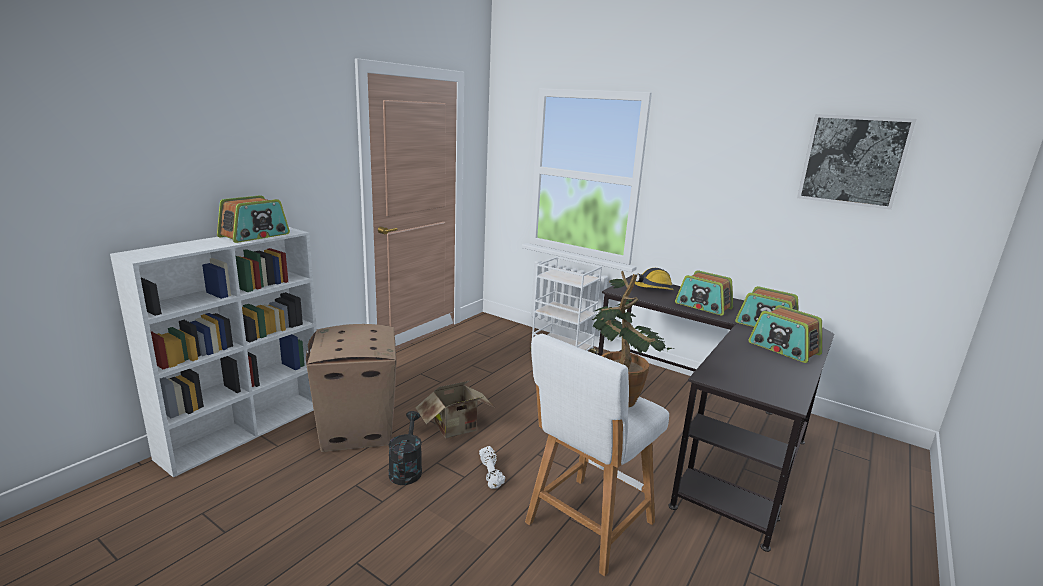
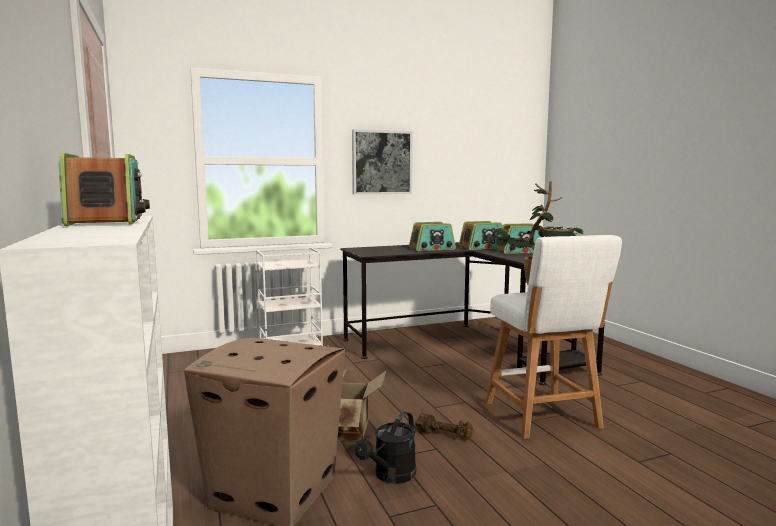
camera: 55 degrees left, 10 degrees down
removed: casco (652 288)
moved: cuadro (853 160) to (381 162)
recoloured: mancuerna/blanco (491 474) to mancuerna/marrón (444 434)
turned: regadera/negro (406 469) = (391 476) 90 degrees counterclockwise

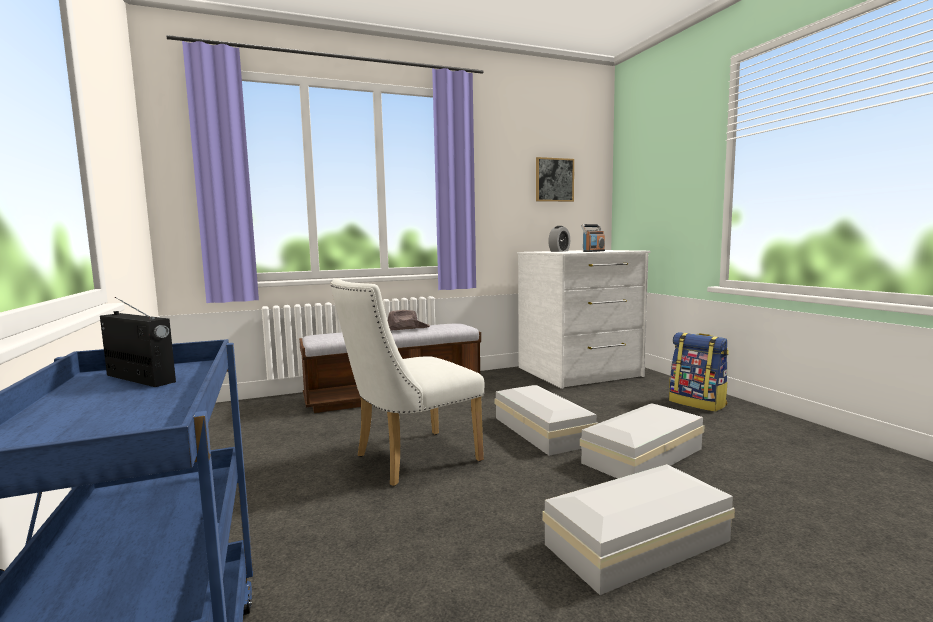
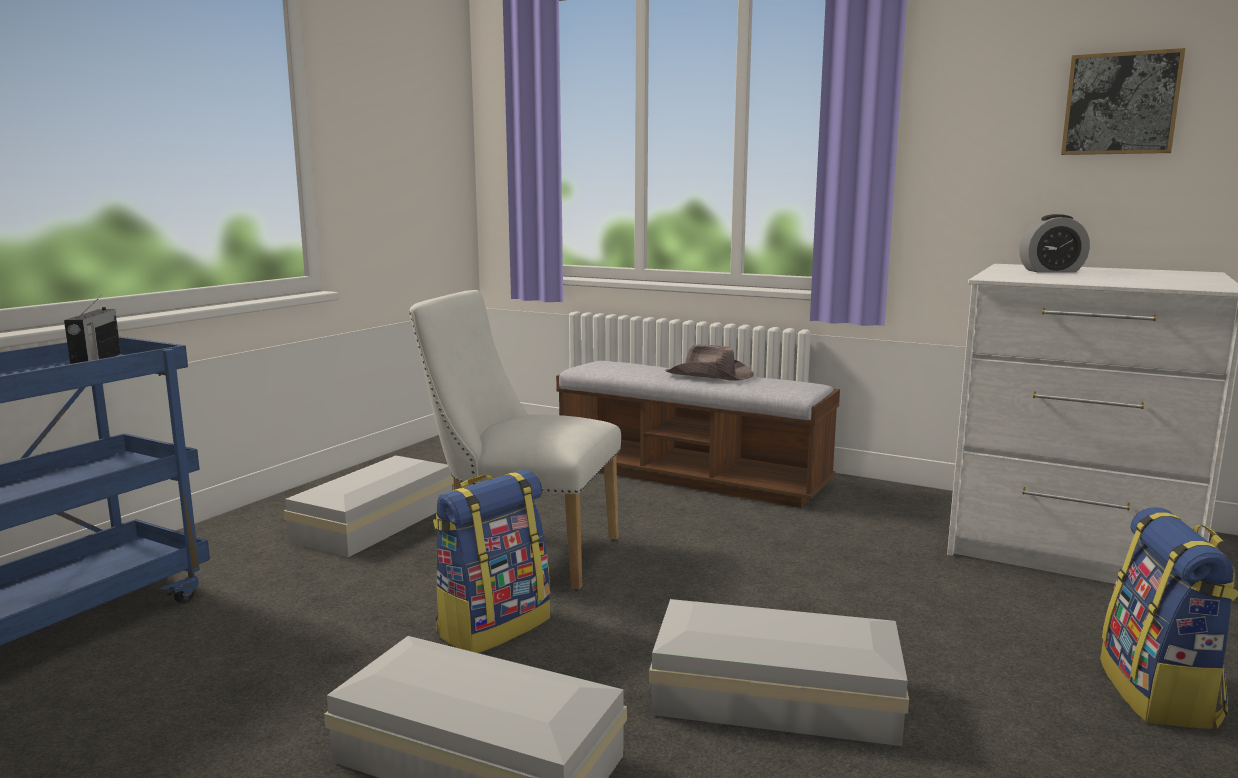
camera: 50 degrees right, 5 degrees up
removed: radio (593 251)
added: mochila (493 626)
moved: caja de almacenaje/blanco (542 430) to (378 521)

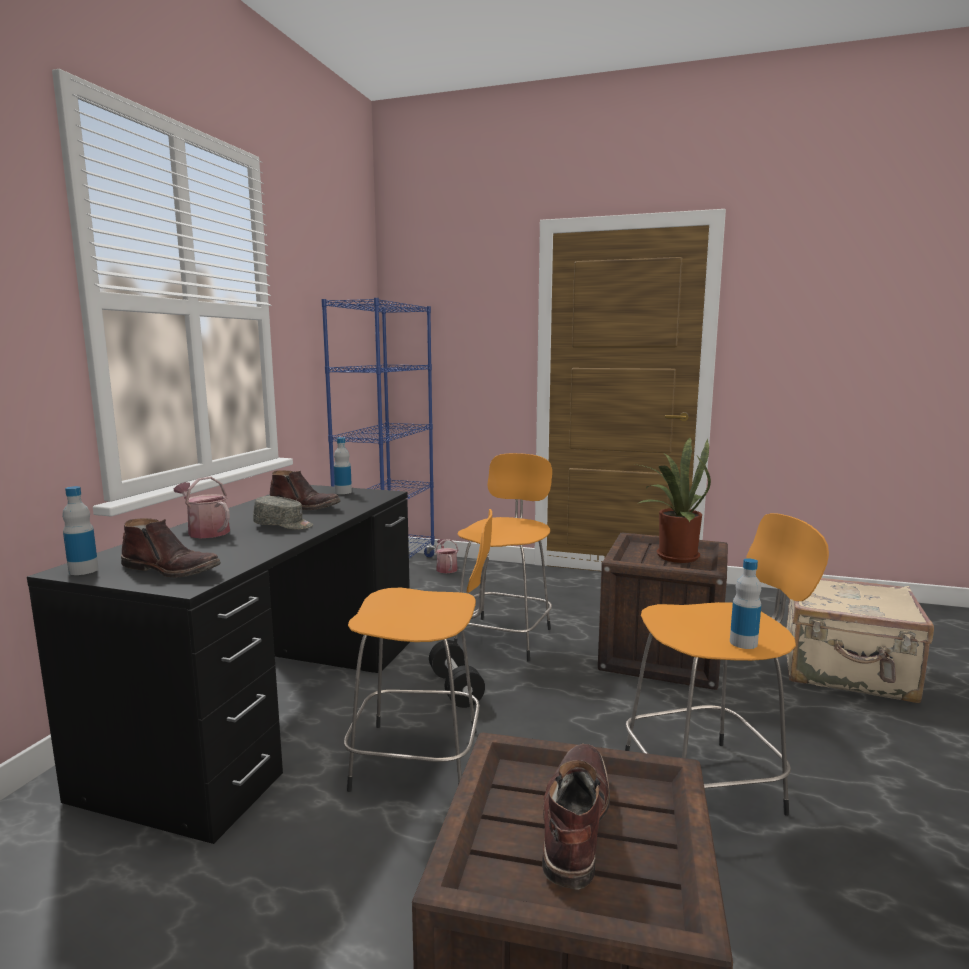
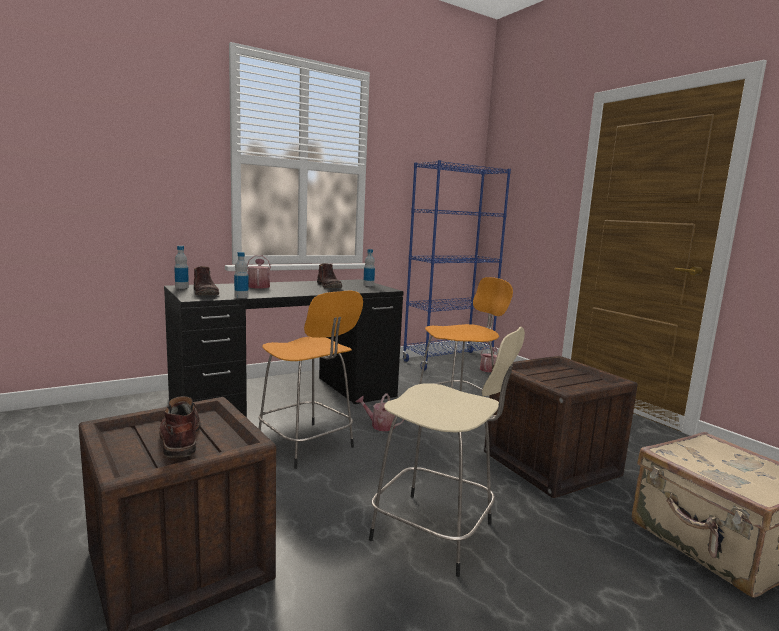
camera: 40 degrees right, 0 degrees up
removed: gorra/gris (284 525); planta en maceta (673 556)
moved: botella (743 643) to (241 296)
replaced: mancuerna/negro (455 688) to regadera (379 425)
recoloured: taburete/naranja (707 783) to taburete/beis (436 533)
turned: bota/marrón (574 821) = (180 436) 75 degrees counterclockwise

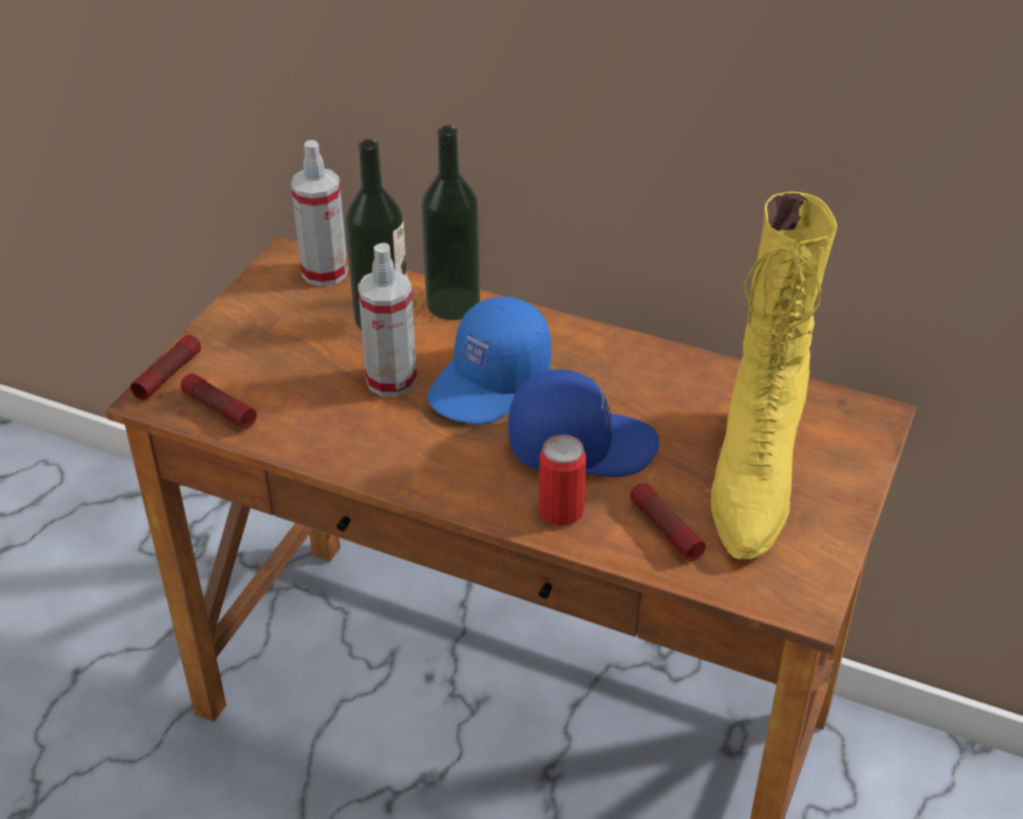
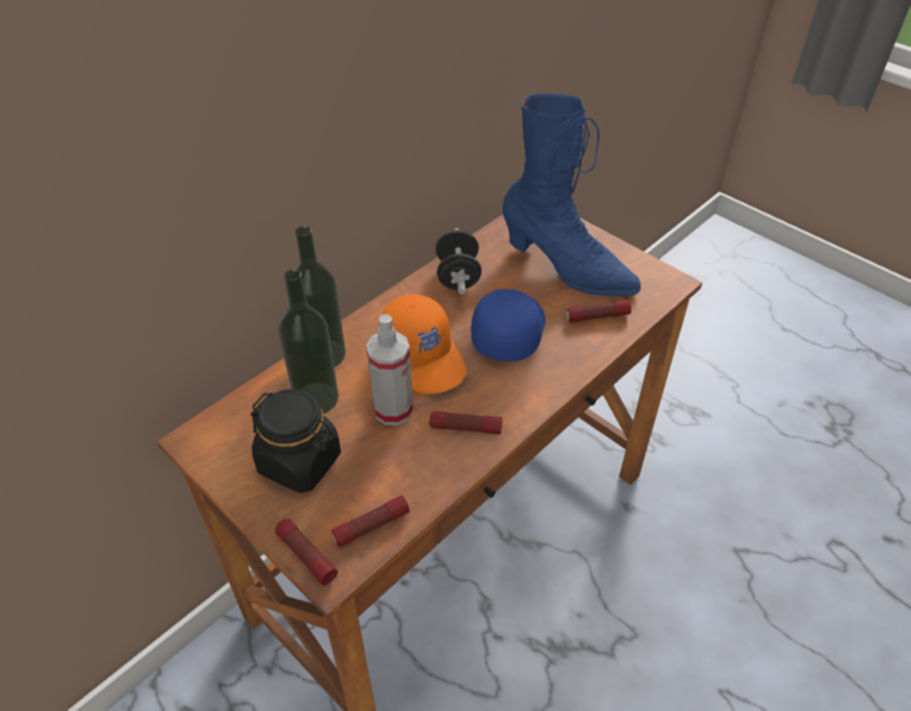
camera: 70 degrees left, 5 degrees up
removed: pulverizador (324 272); lata (561 511)
added: tarro/negro (300 462); linterna (465 428); mancuerna/negro (458 276)
recoloured: gorra/azul (491 383) to gorra/naranja (424 357); bota/amarillo (754 477) to bota/azul (567 269)

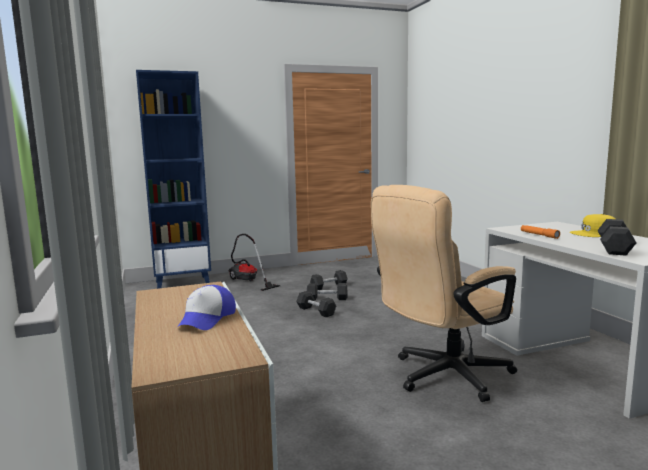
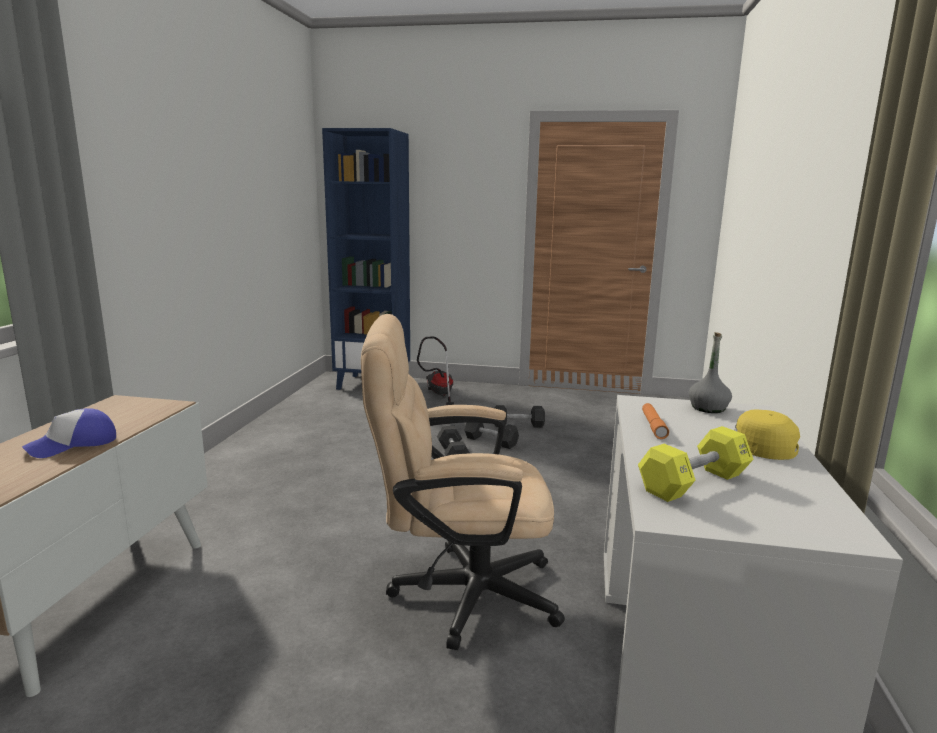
camera: 30 degrees right, 5 degrees up
added: botella/gris (708 408)
recoloured: mancuerna/negro (614 248) to mancuerna/amarillo (693 482)

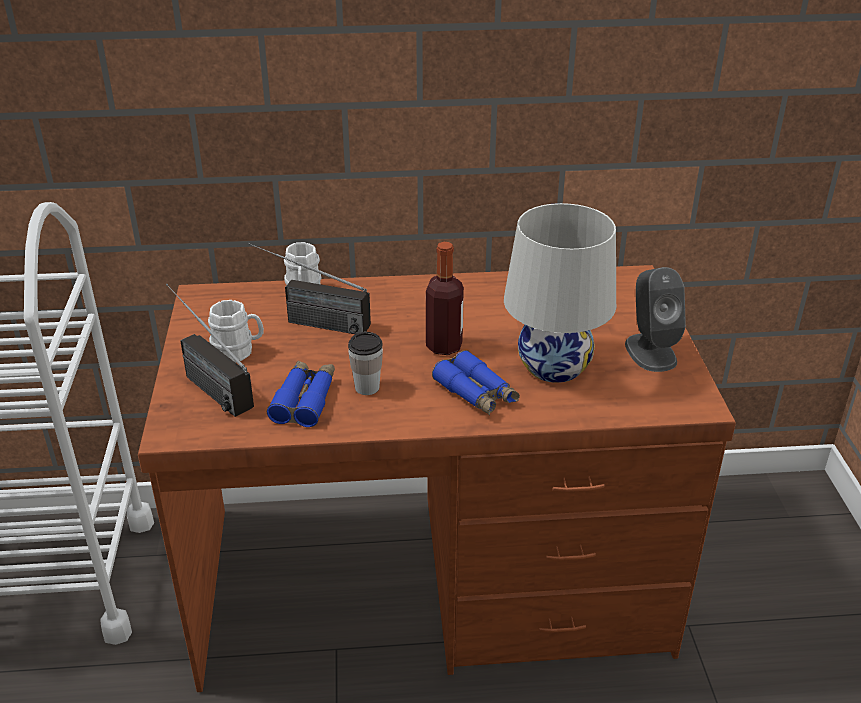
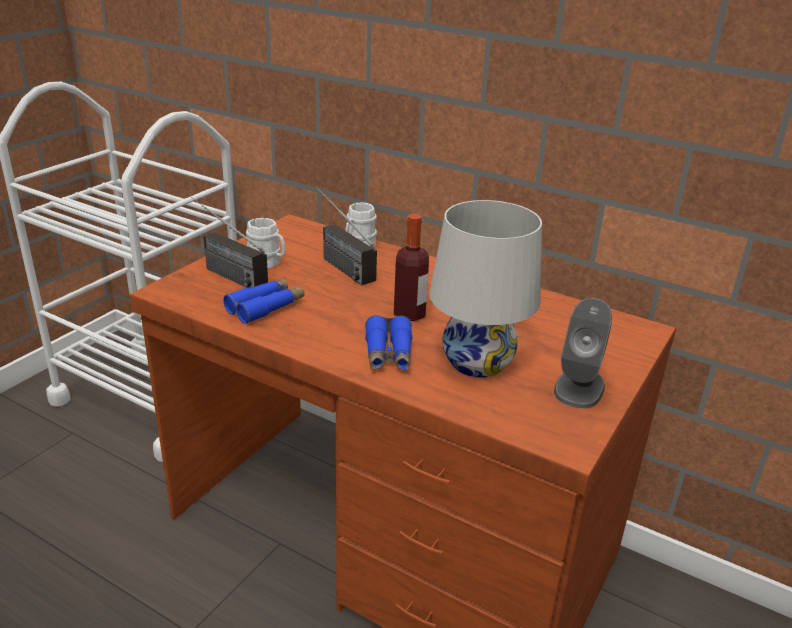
camera: 35 degrees right, 5 degrees down
removed: taza (367 387)
turned: radio (204 382) = (222 271) 45 degrees counterclockwise

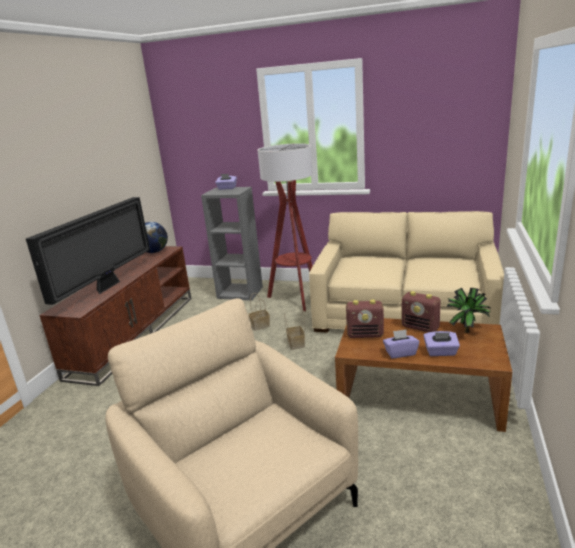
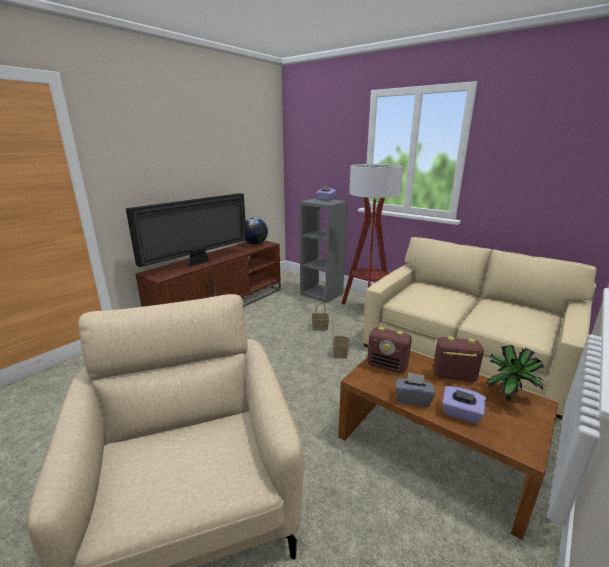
camera: 20 degrees right, 0 degrees up
recoloured: caja de pañuelos/morado (400 353) to caja de pañuelos/gris (412 399)
turned: radio (420 327) = (453 376) 135 degrees clockwise

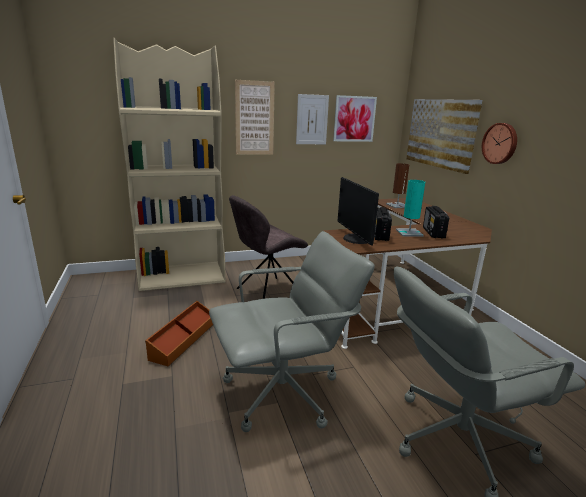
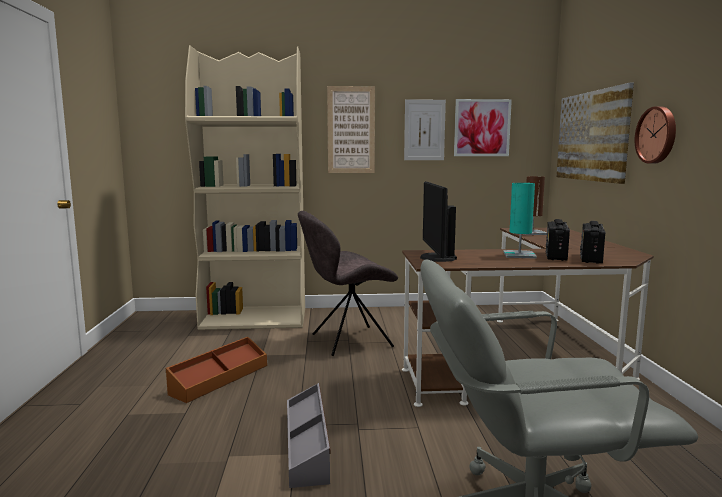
camera: 15 degrees right, 10 degrees down
moved: radio (380 235) to (590 259)
replaced: silla de oficina/gris (283 393) to caja de almacenaje/gris (308 444)

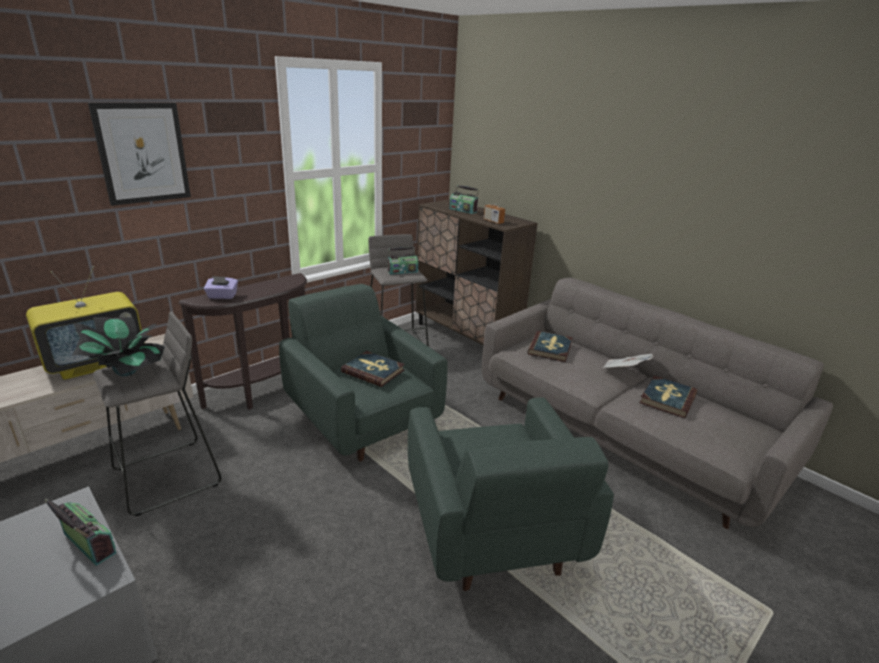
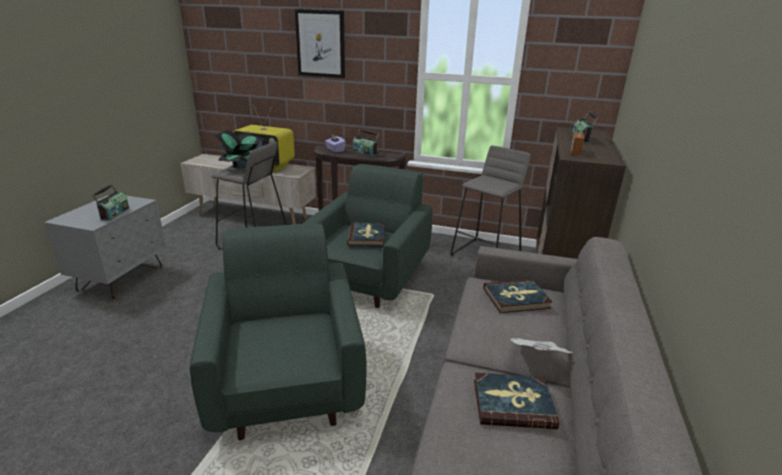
camera: 60 degrees right, 0 degrees up
moved: radio (402 271) to (365 153)
turned: sillón/verde (492 532) = (287 380) 120 degrees clockwise

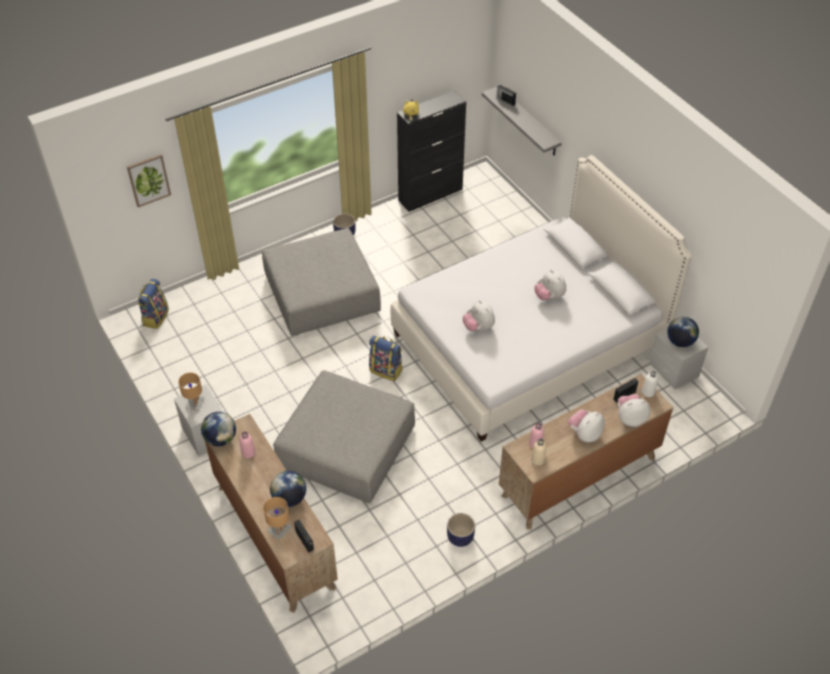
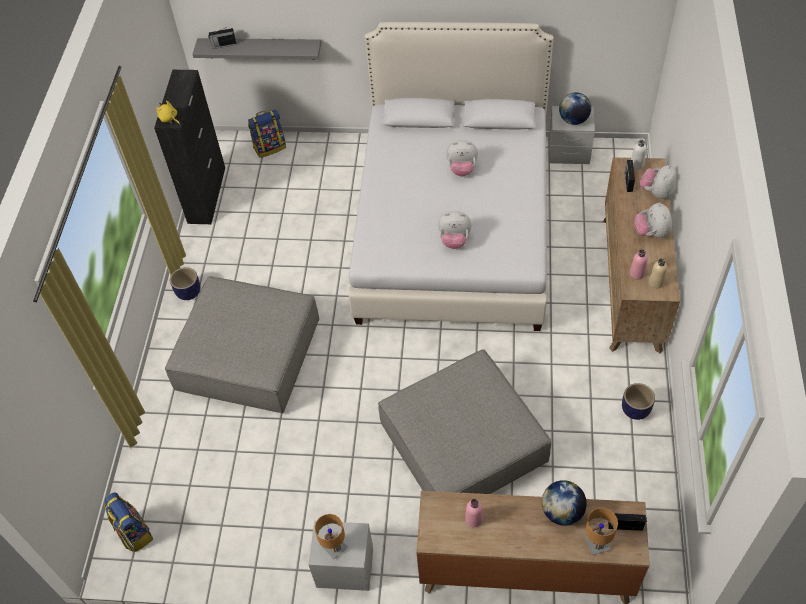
camera: 50 degrees left, 5 degrees up
removed: cuadro (148 180); globo terráqueo (220 439)
moved: mochila (386 370) to (270 147)

